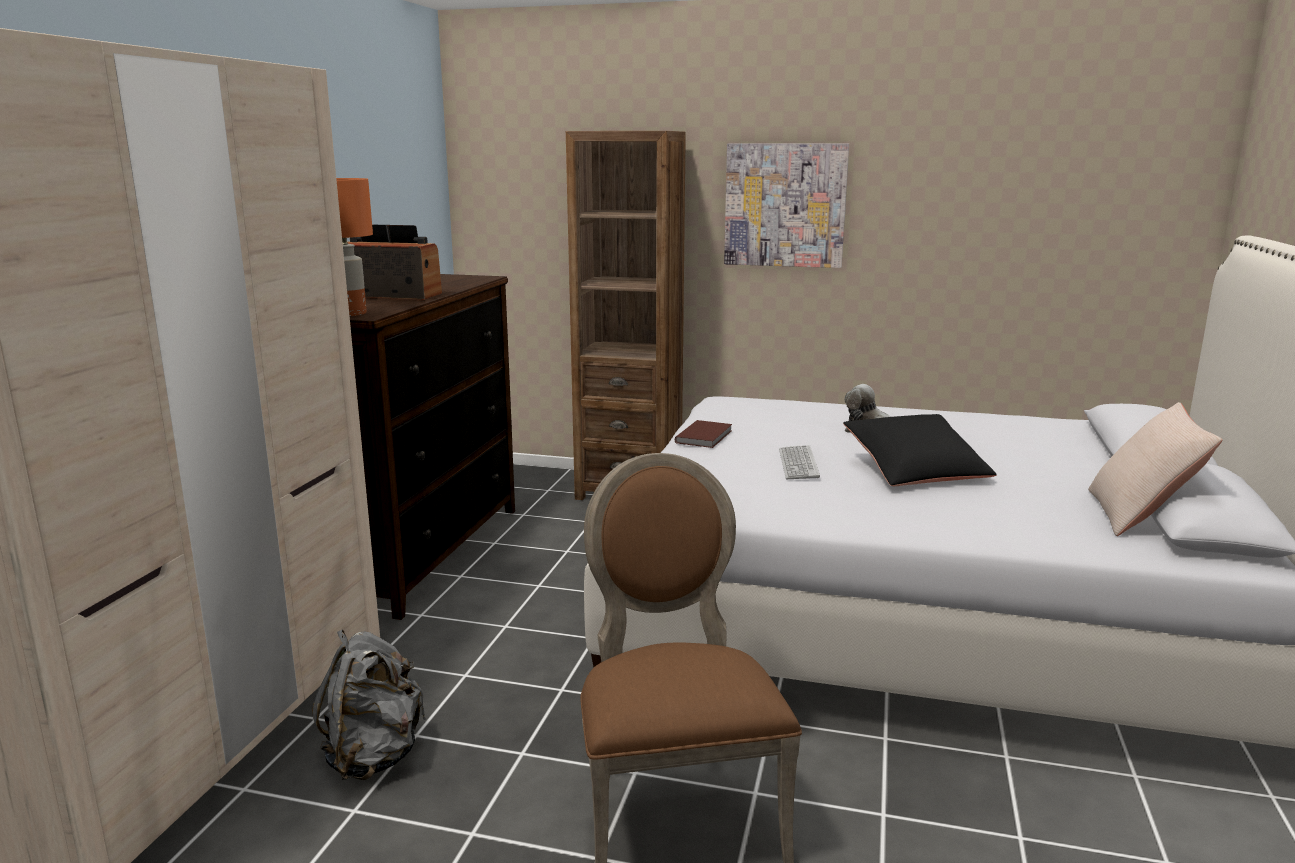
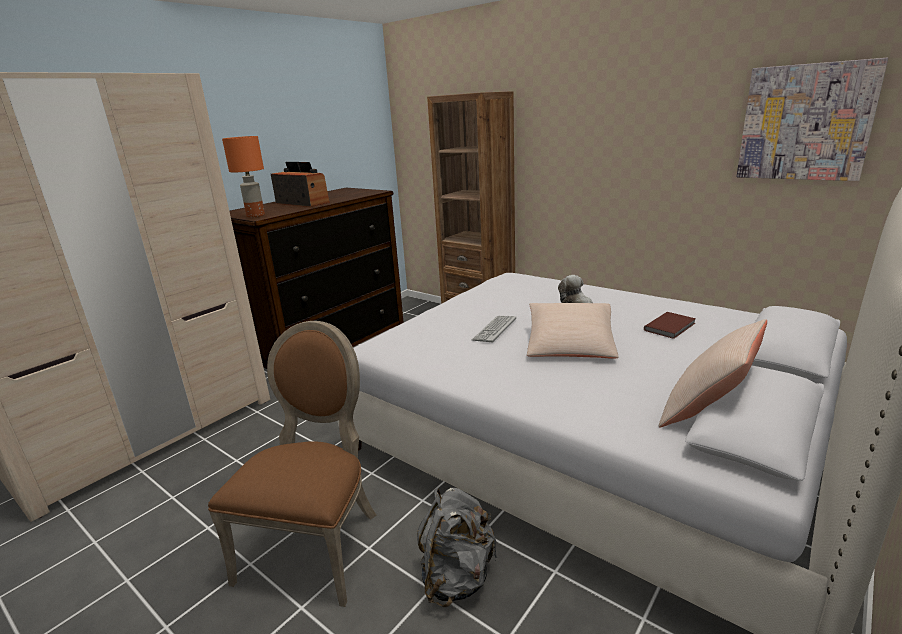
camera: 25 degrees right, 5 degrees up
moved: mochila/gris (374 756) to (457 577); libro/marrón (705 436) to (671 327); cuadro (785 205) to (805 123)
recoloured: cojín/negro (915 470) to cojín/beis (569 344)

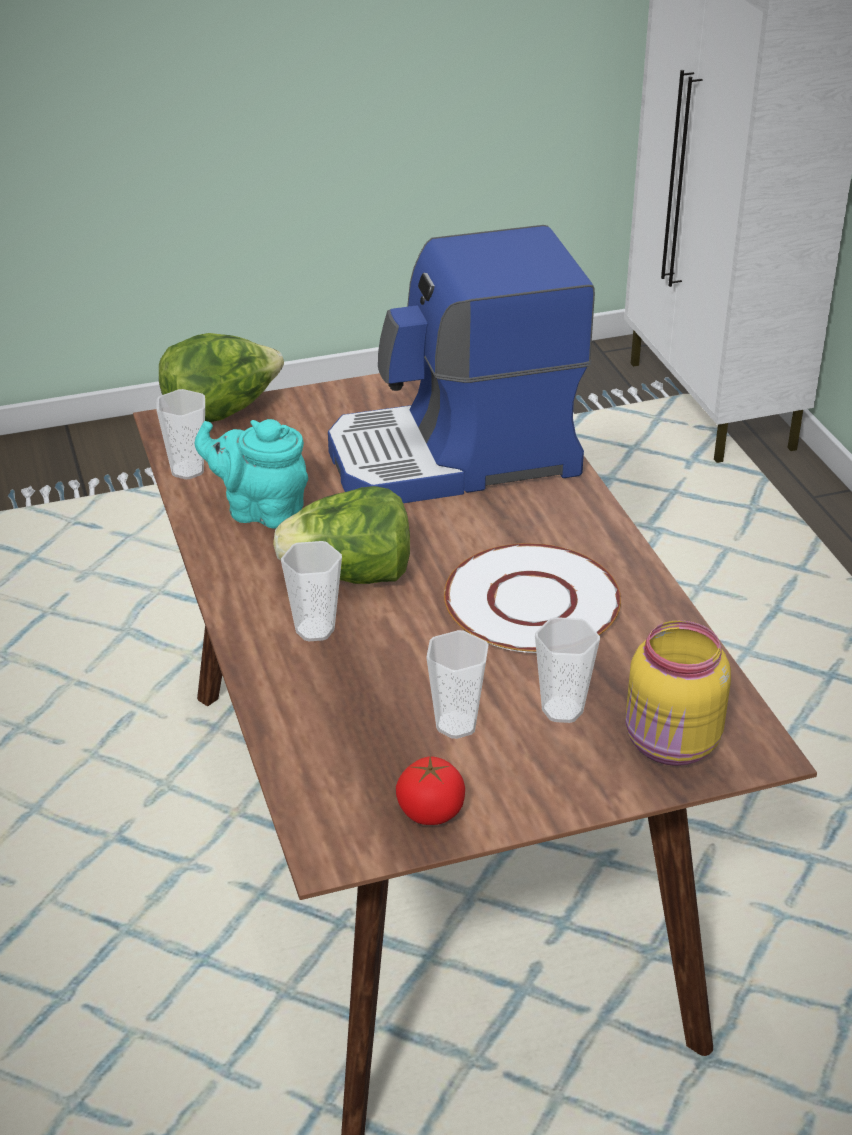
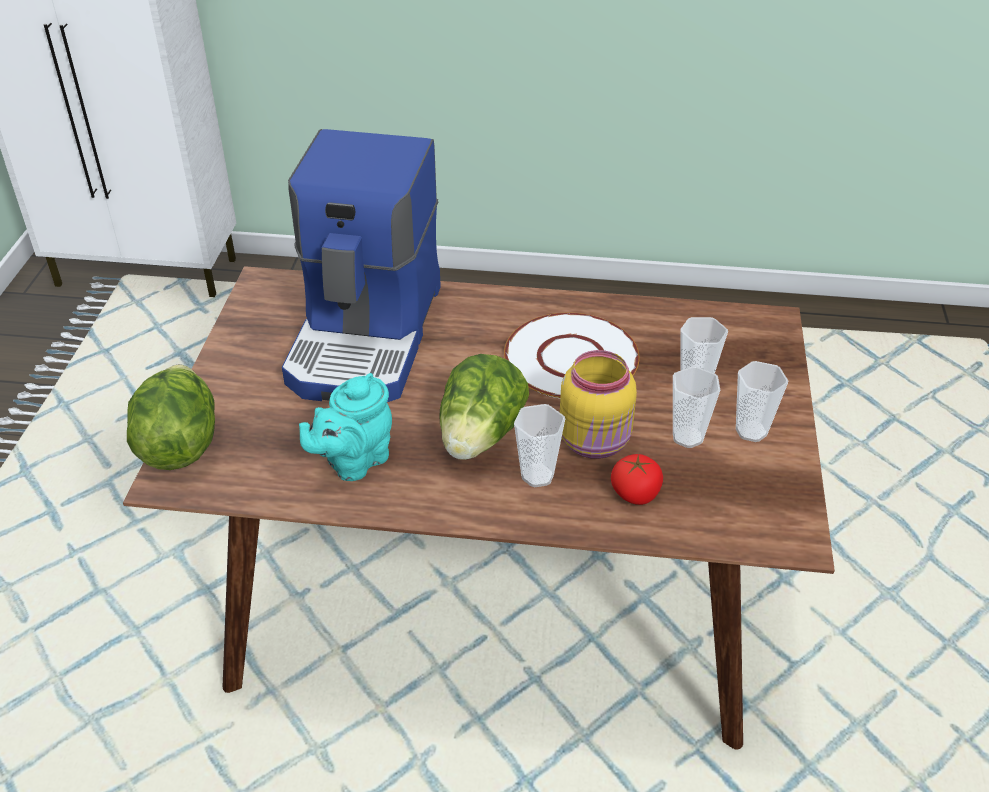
camera: 65 degrees left, 5 degrees up
moved: taza (187 470) to (751 431); tomate (431 811) to (635 493); tarro/amarillo (671 745) to (596 442)

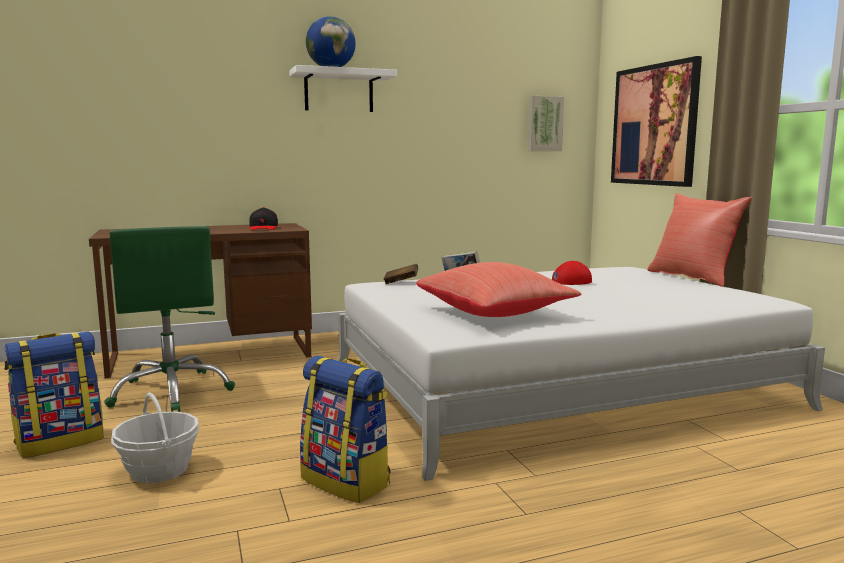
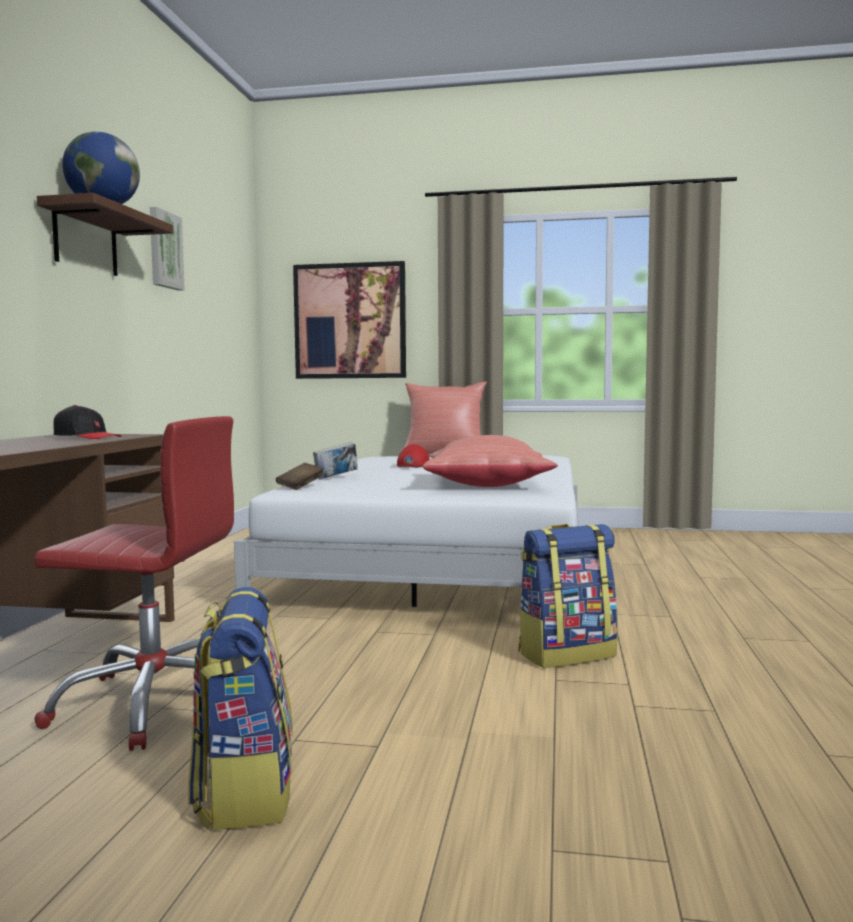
camera: 60 degrees left, 5 degrees down
removed: cesta (159 470)
moved: cuadro (544 124) to (164 250)
recoloured: silla de oficina/verde (172 391) to silla de oficina/rojo (154 703); estante/blanco (339 91) to estante/marrón (85 241)

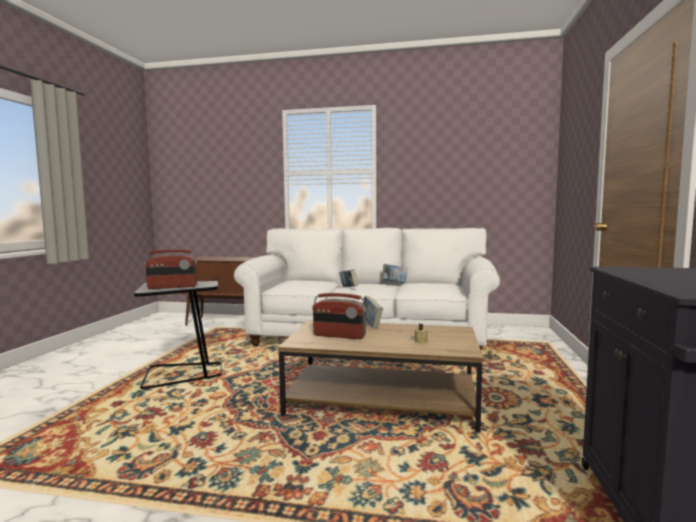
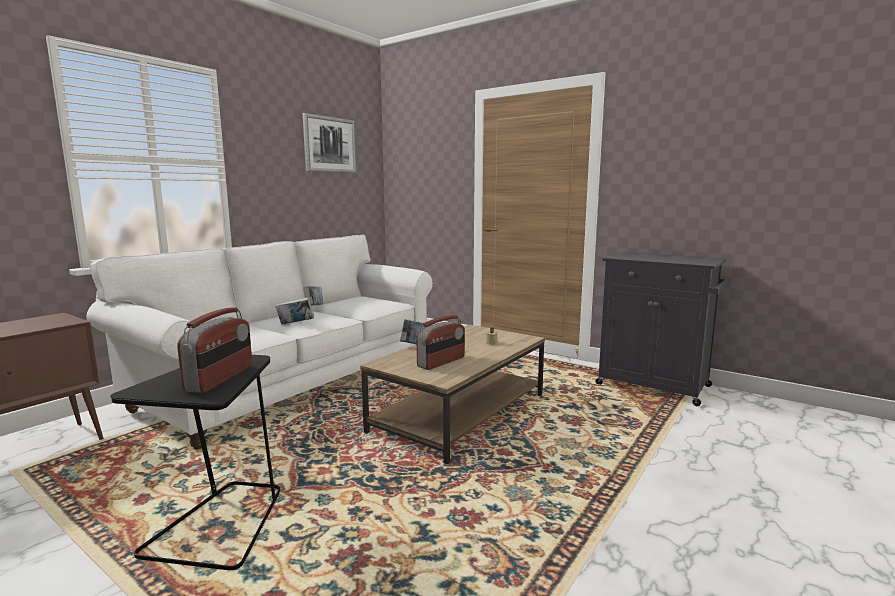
camera: 65 degrees left, 5 degrees up
added: cuadro (330 145)

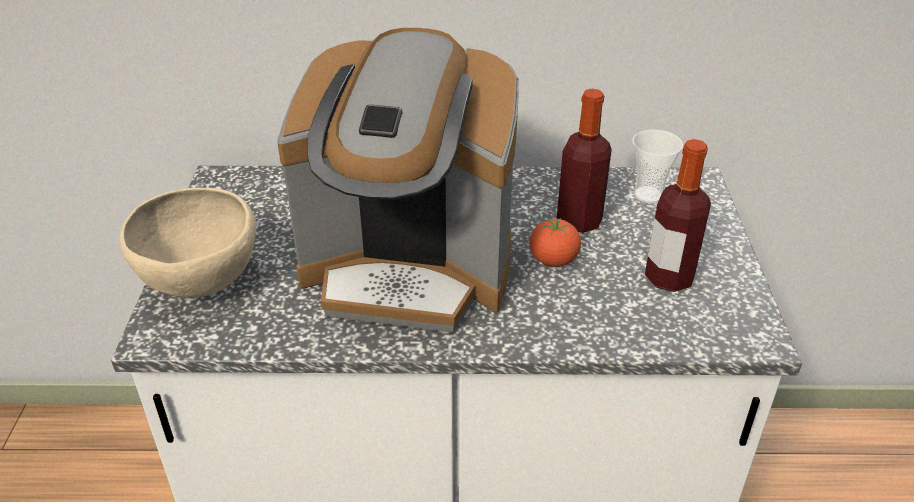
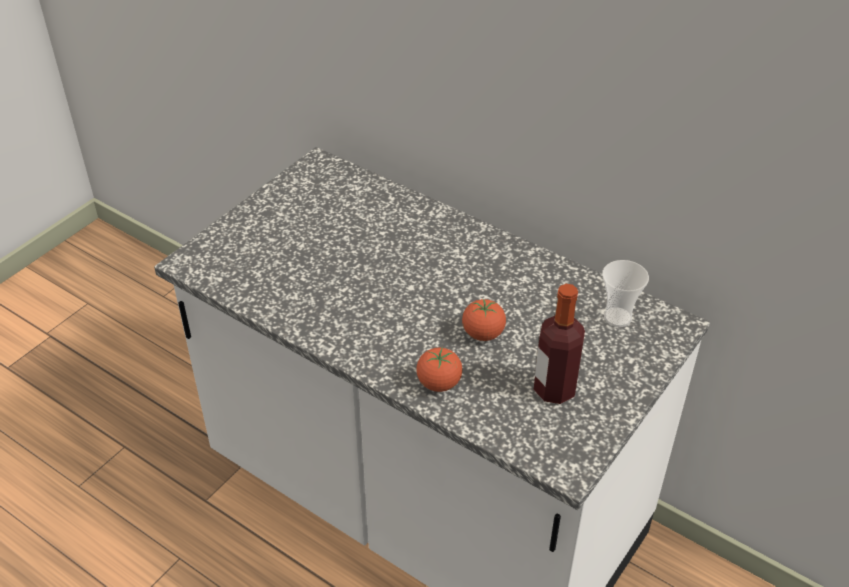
camera: 35 degrees right, 5 degrees up
removed: cuenco/beis (201 284); cafetera (409 270); botella (579 221)
added: tomate (439 383)

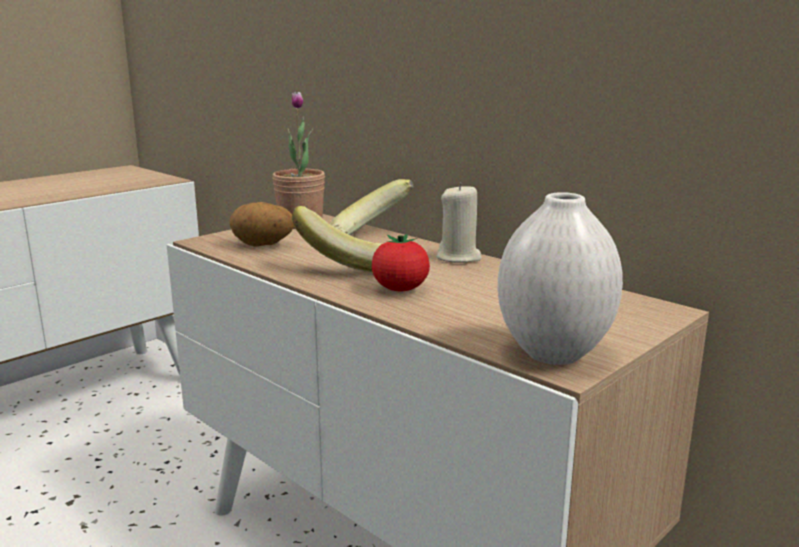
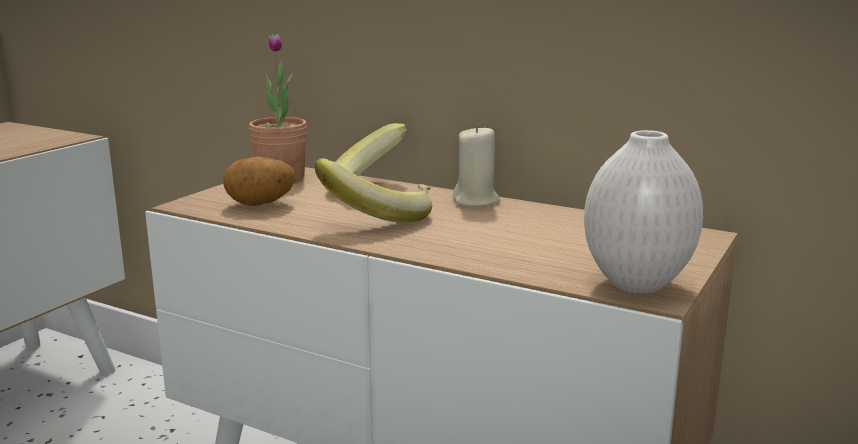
camera: 15 degrees left, 0 degrees up
removed: tomate (400 289)

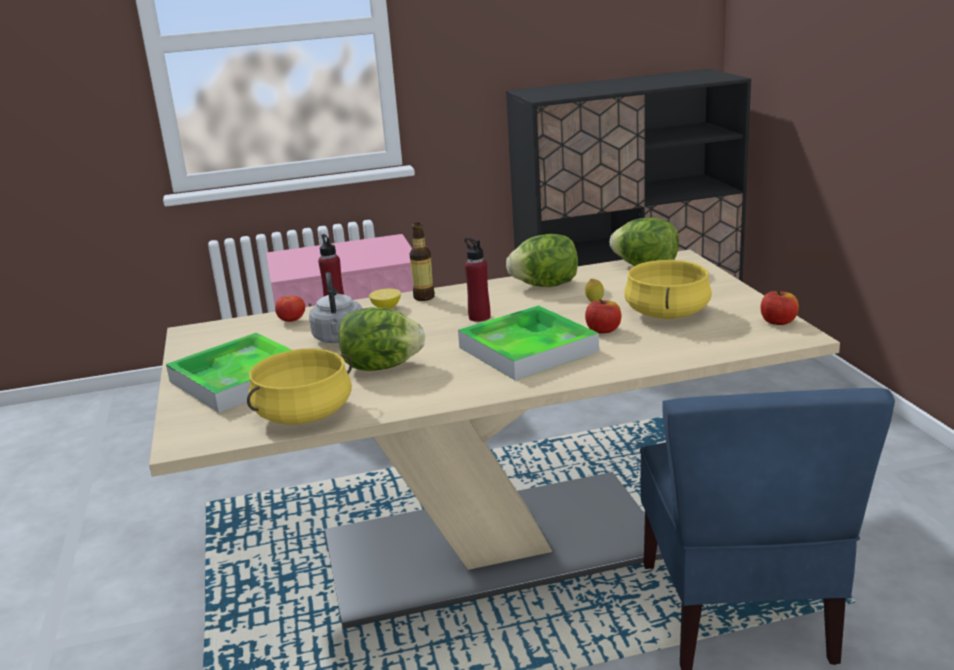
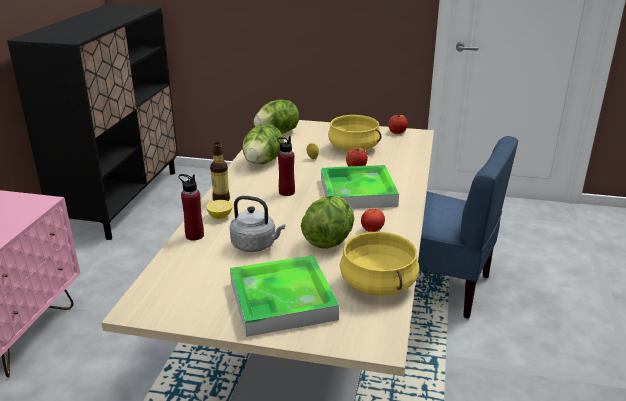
camera: 65 degrees left, 5 degrees up
moved: tomate (292 321) to (372 230)

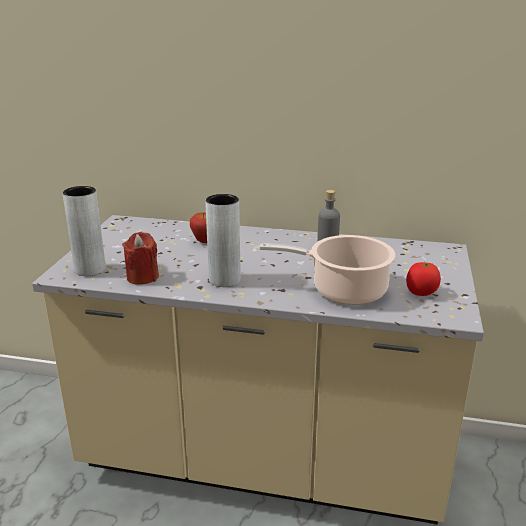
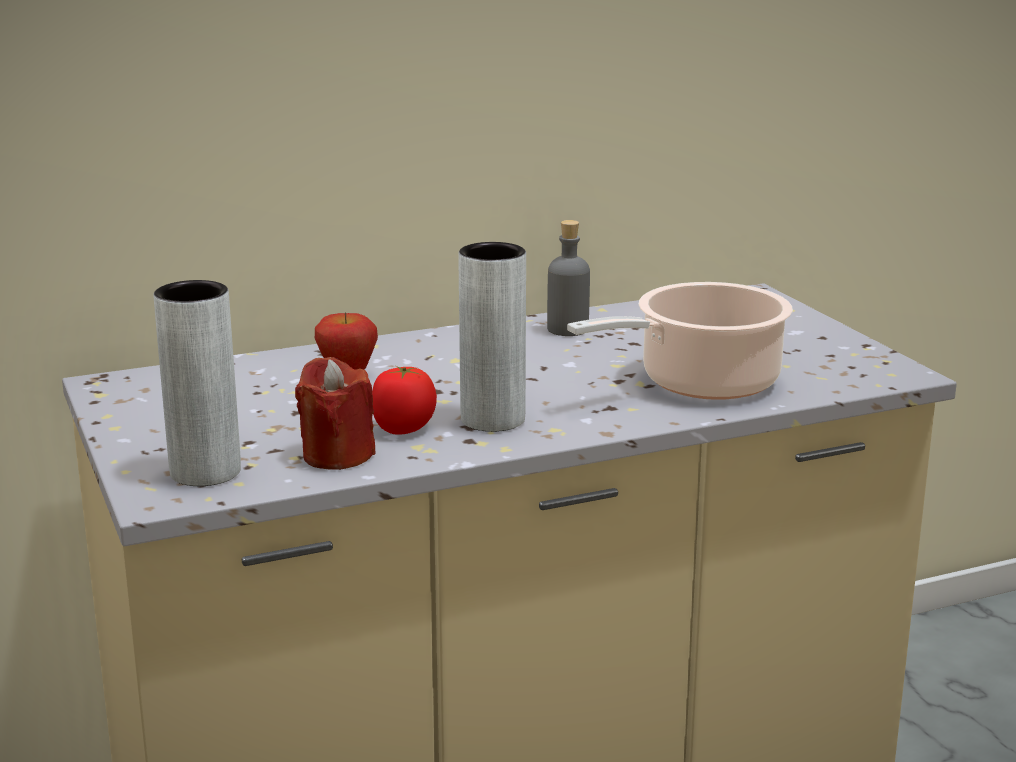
camera: 35 degrees left, 5 degrees down
moved: tomate (421 293) to (403 429)

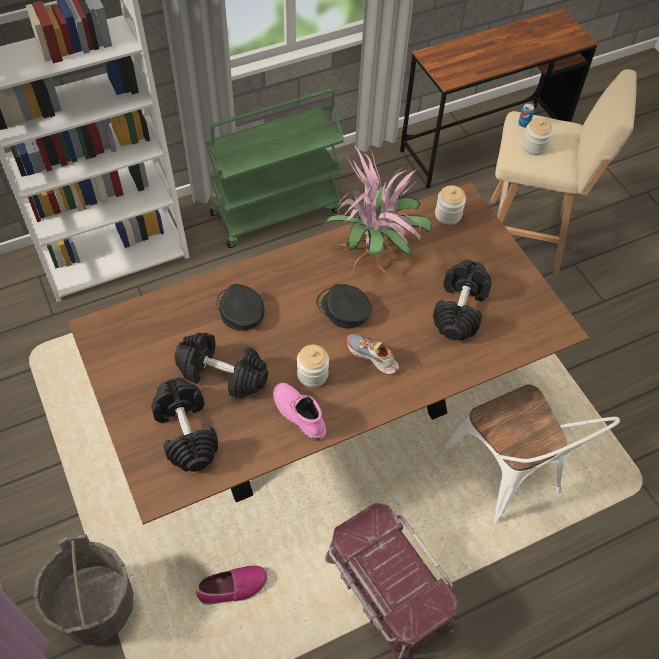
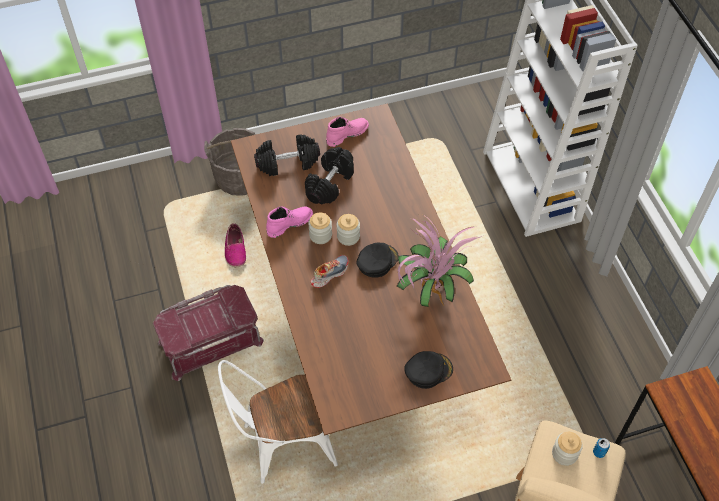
camera: 100 degrees right, 0 degrees up
removed: carrito/verde (277 211); mancuerna/negro (459 309)
added: bota/rosa (347 134)
moved: gorra/negro (240 310) to (428 370); tarro (448 215) to (348 236)

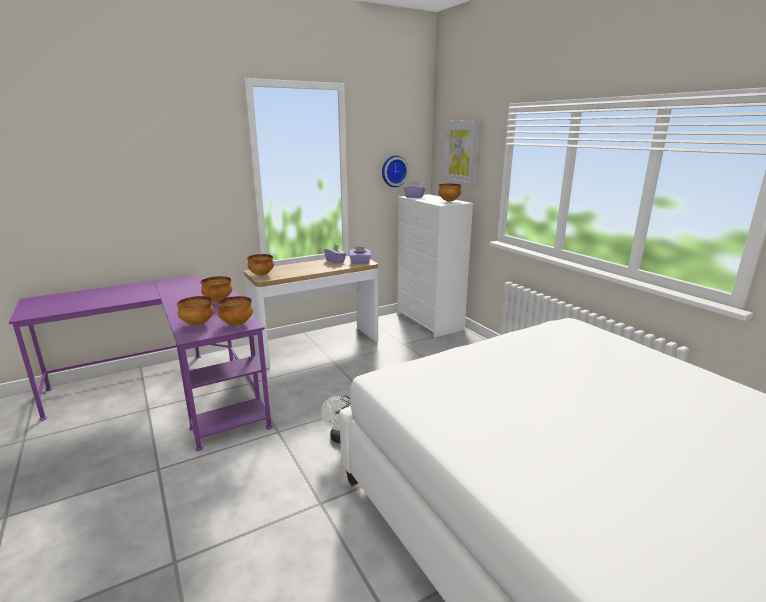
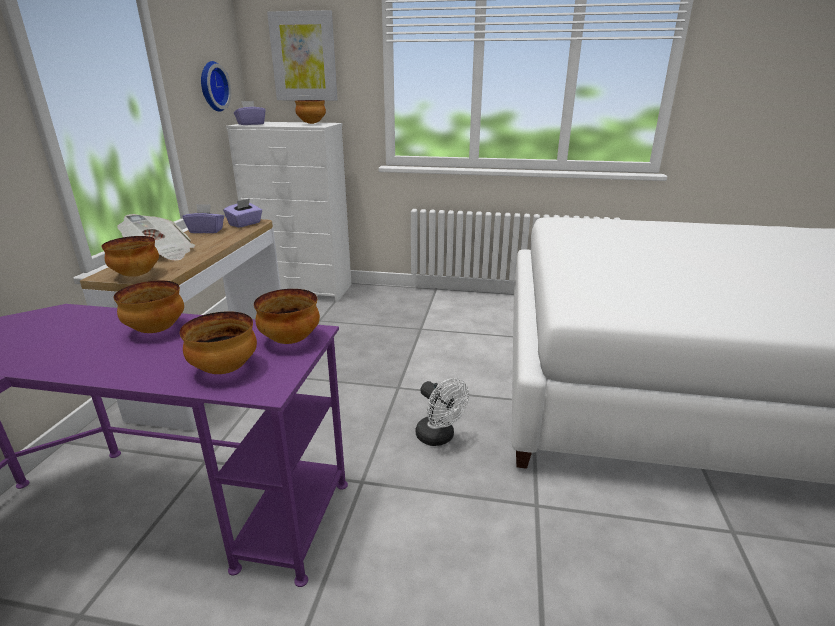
camera: 50 degrees left, 5 degrees up
added: periódico (161 254)

